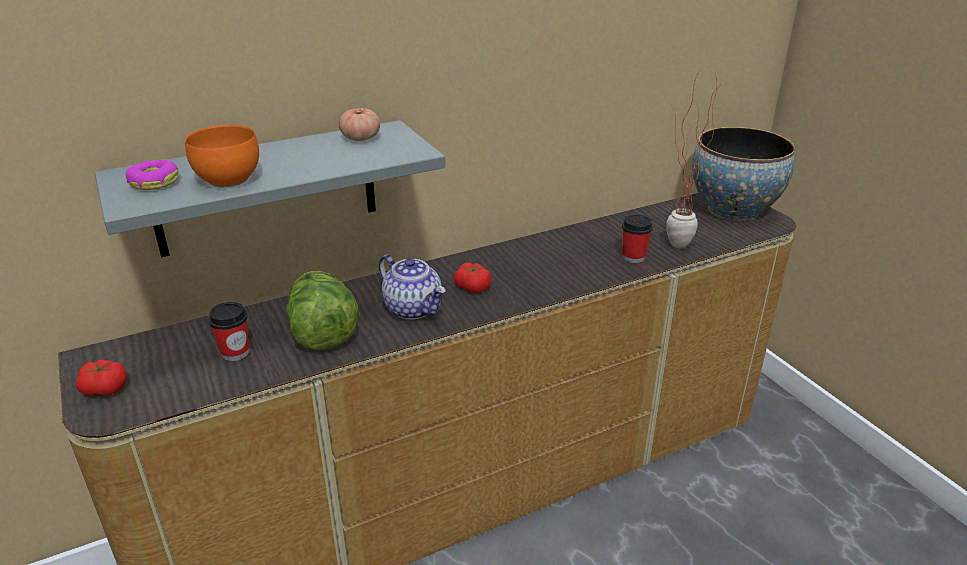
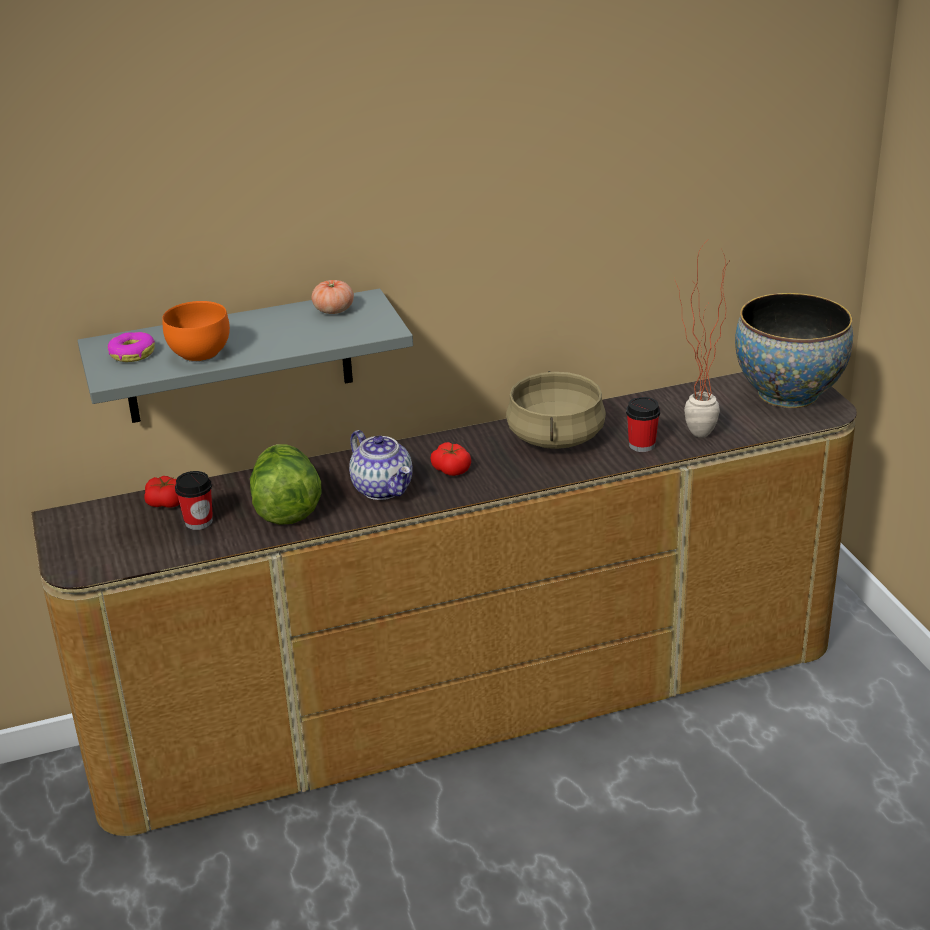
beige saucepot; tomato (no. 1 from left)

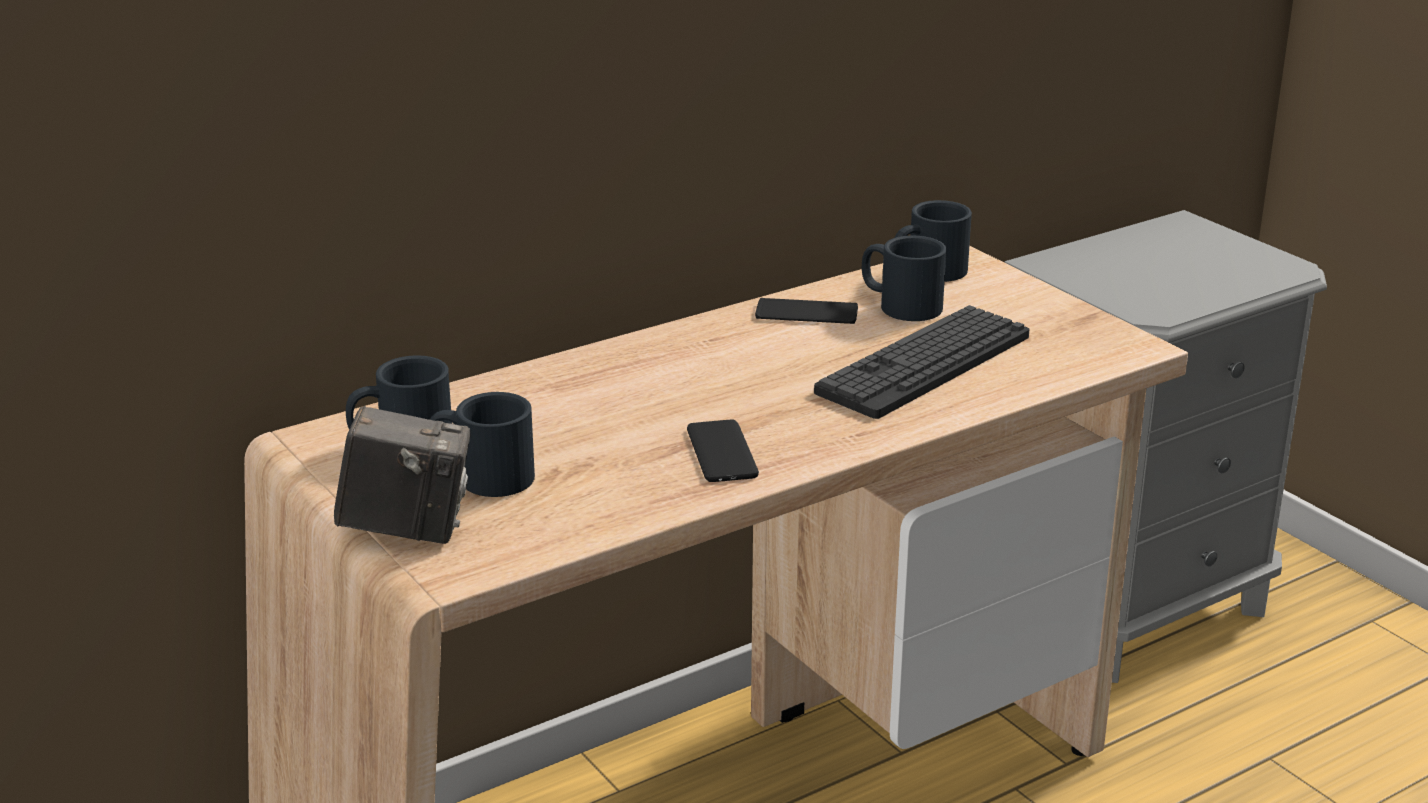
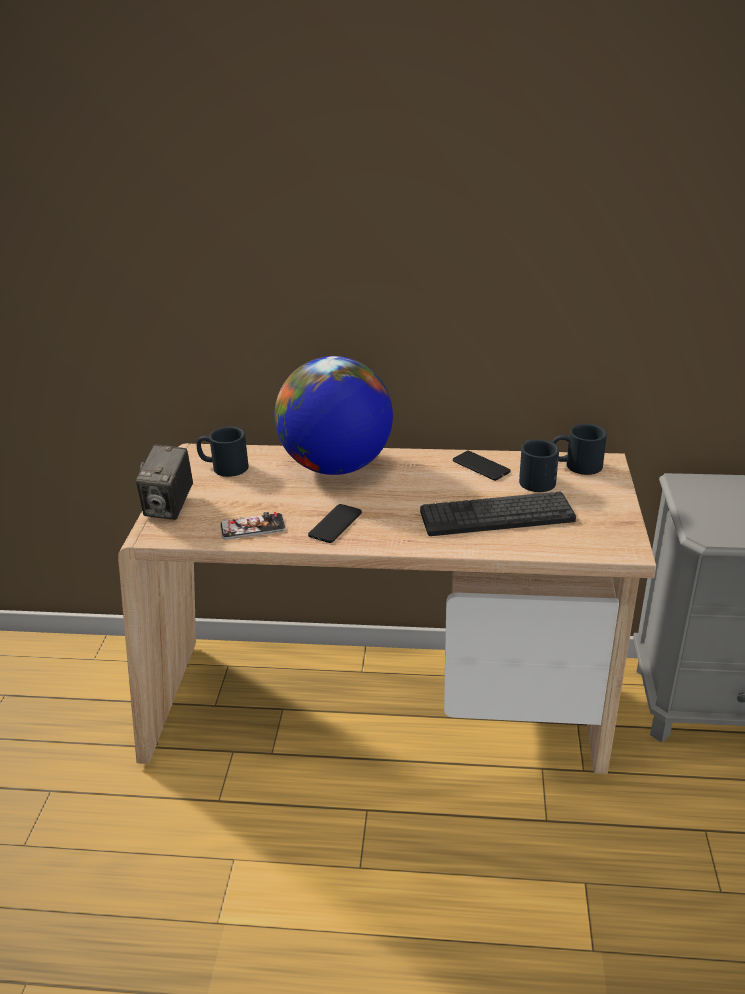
black mug (no. 2 from left in the first image); telephone (no. 1 from left); desk globe; photo camera

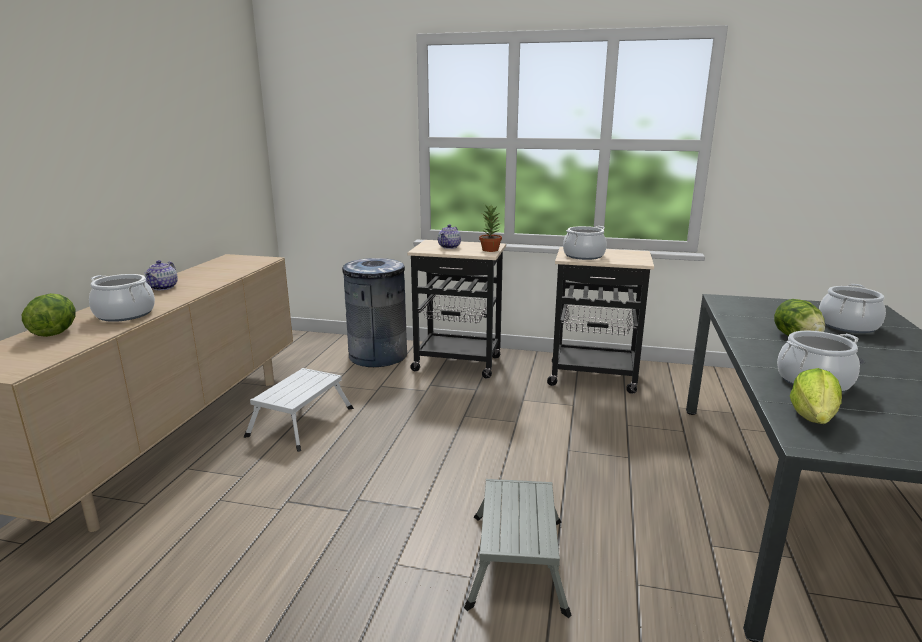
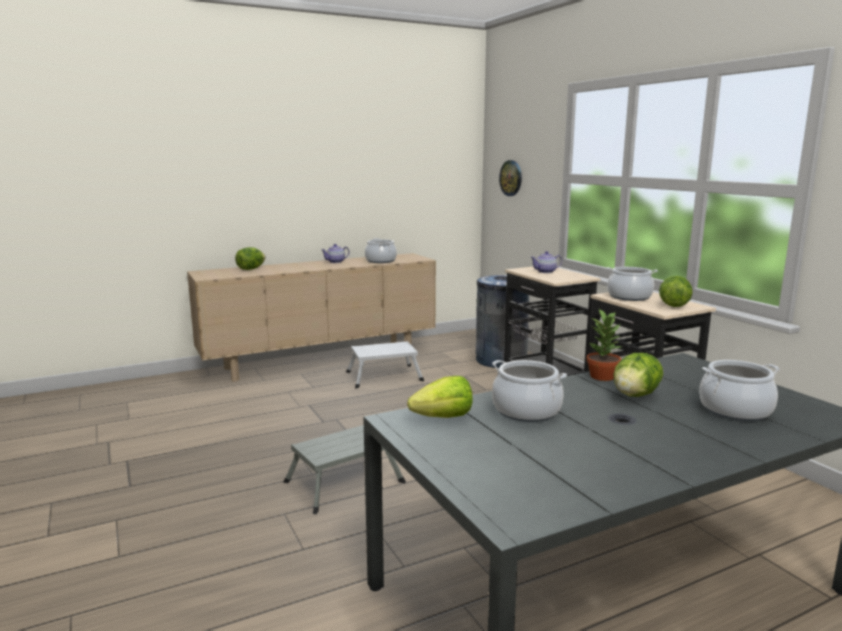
hanging clock; head of lettuce (no. 4 from left); saucepot (no. 1 from left); houseplant

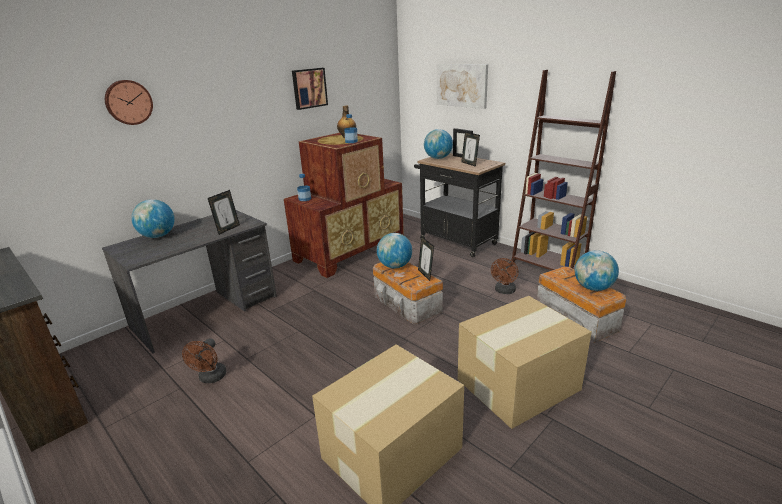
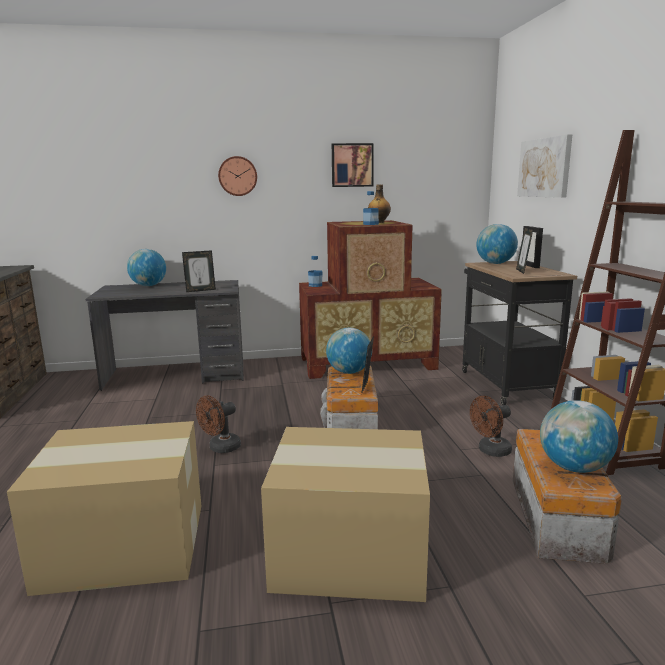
hanging clock; brownish electric fan (no. 1 from left)

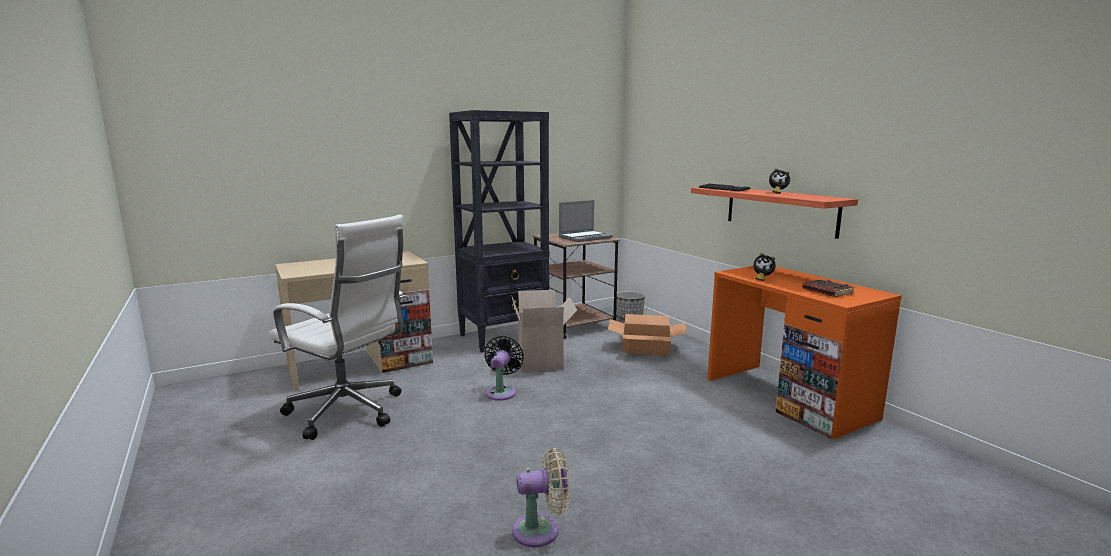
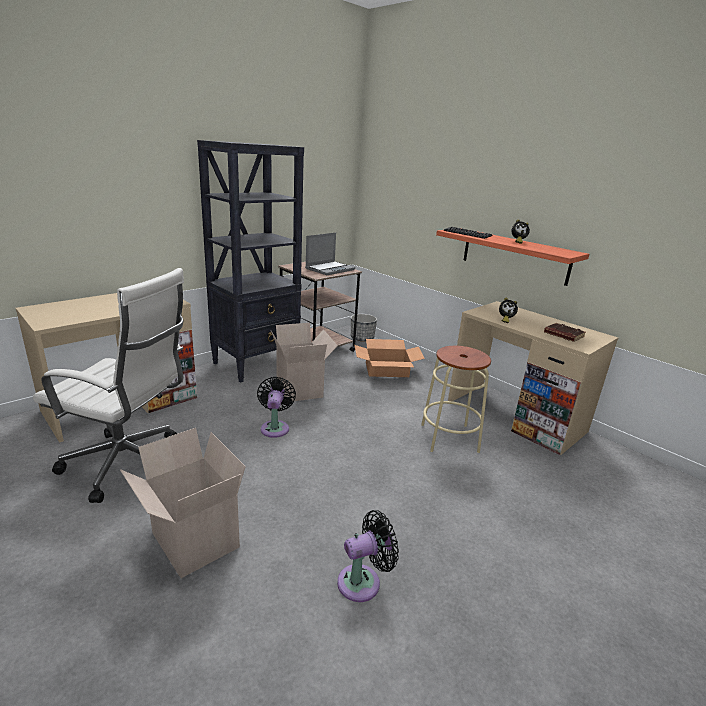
carton (no. 1 from left); beige sitting stool; black electric fan (no. 2 from left); beige desk table (no. 2 from left)

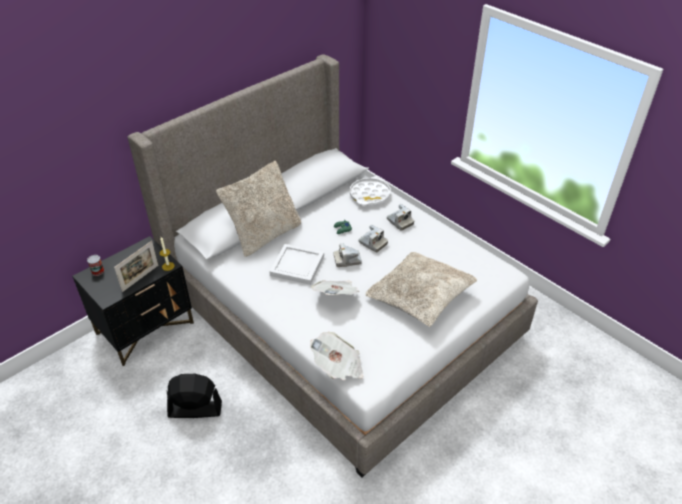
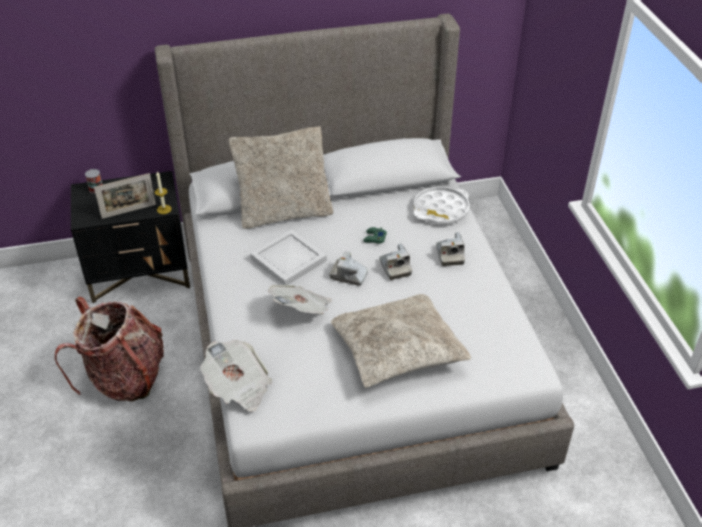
backpack

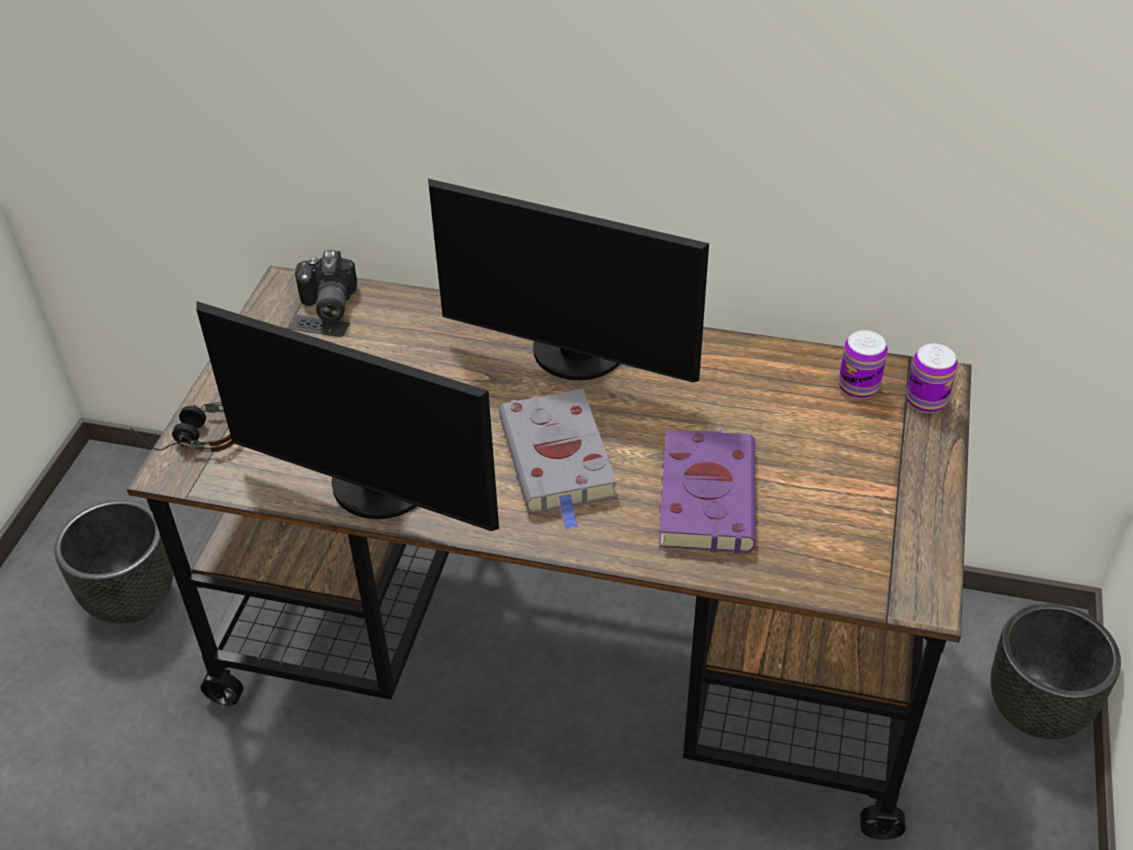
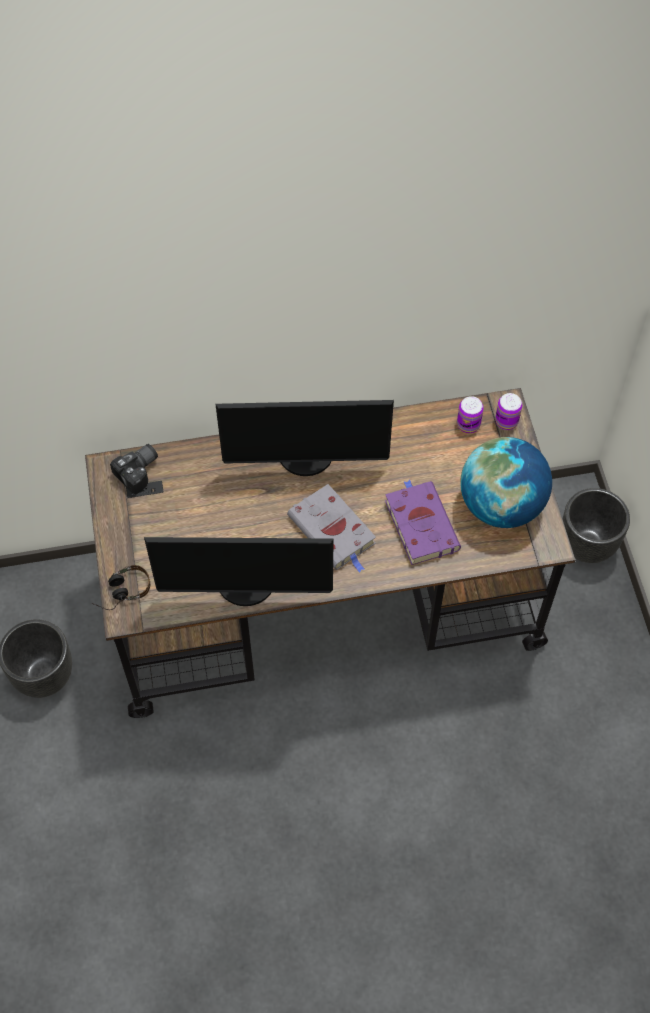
desk globe; photo camera

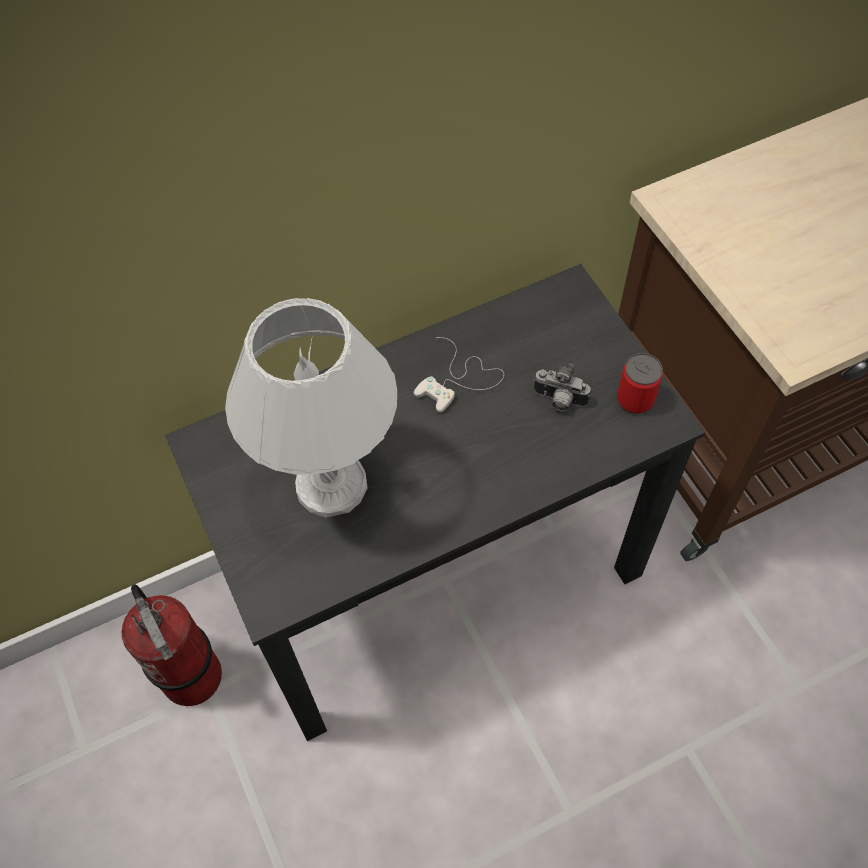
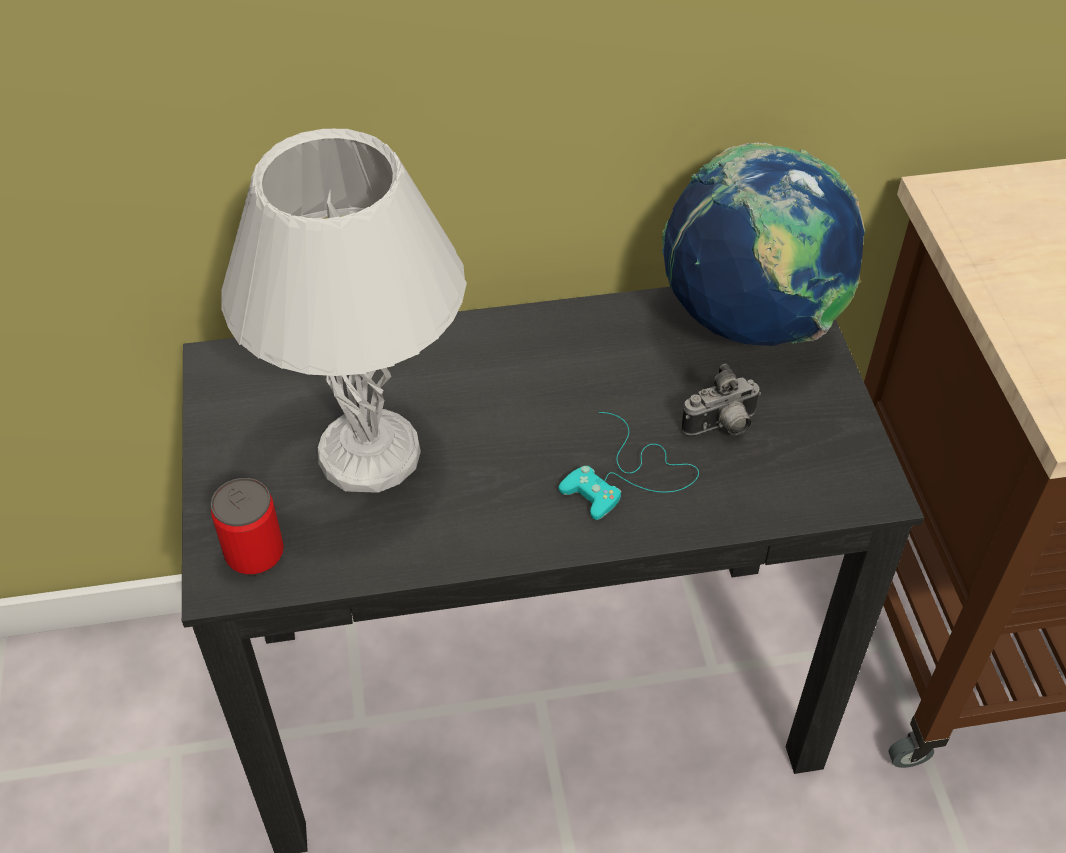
fire-fighting cylinder; white-coloured game controller; turquoise game controller; desk globe; metal can; photo camera

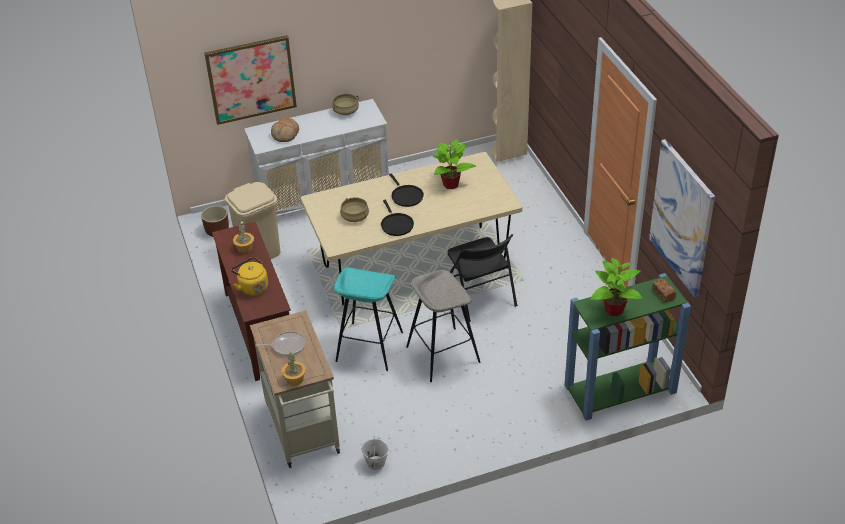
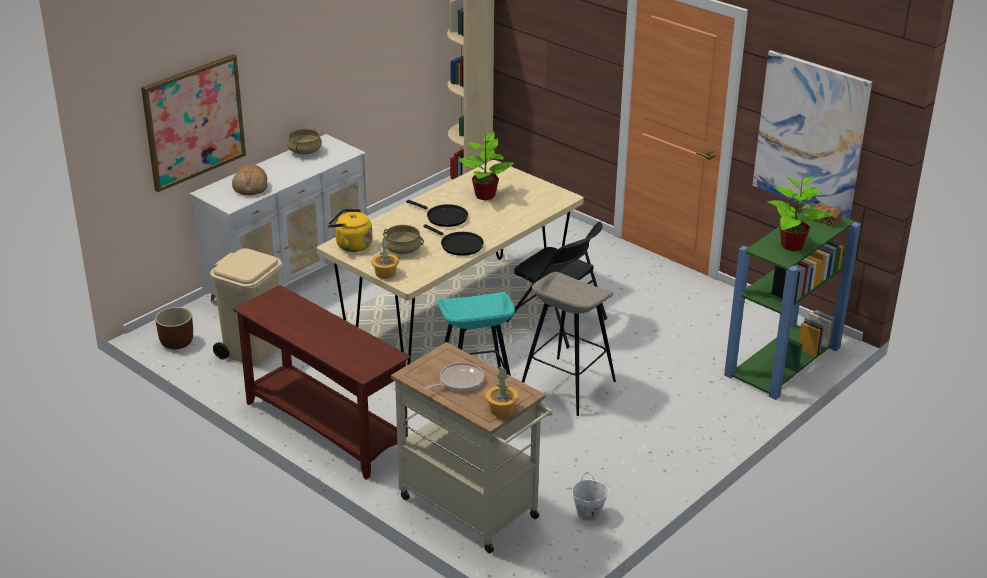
yellow kettle; houseplant (no. 1 from left)

